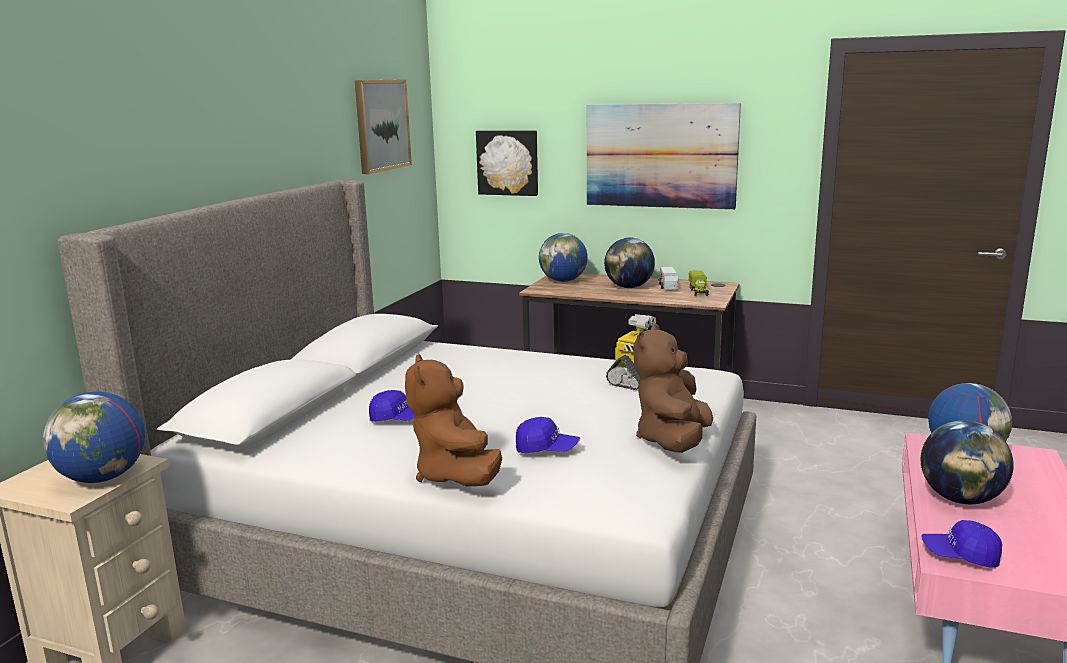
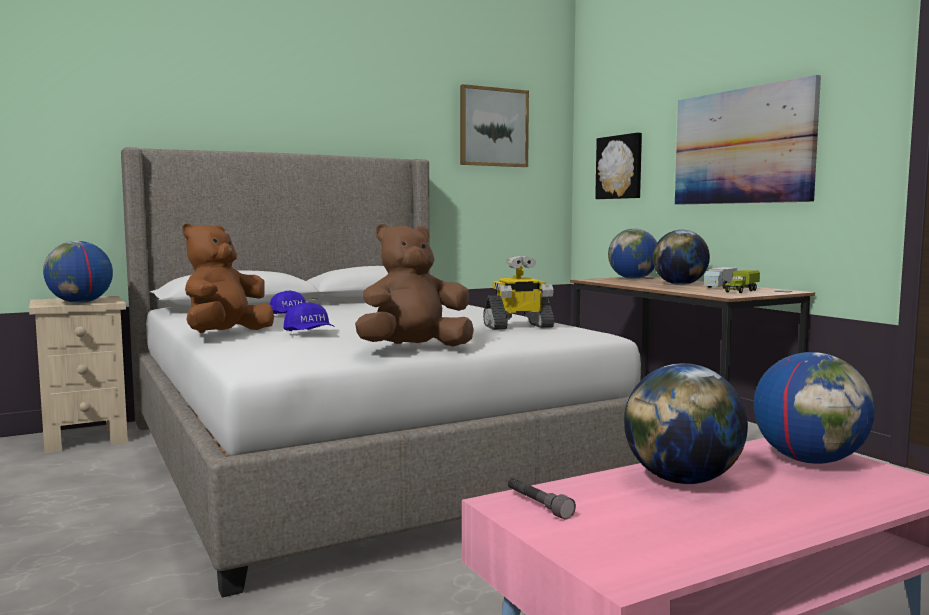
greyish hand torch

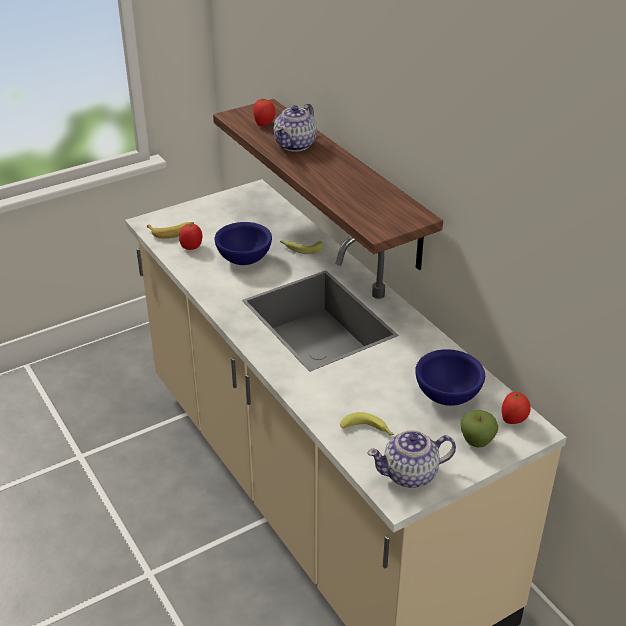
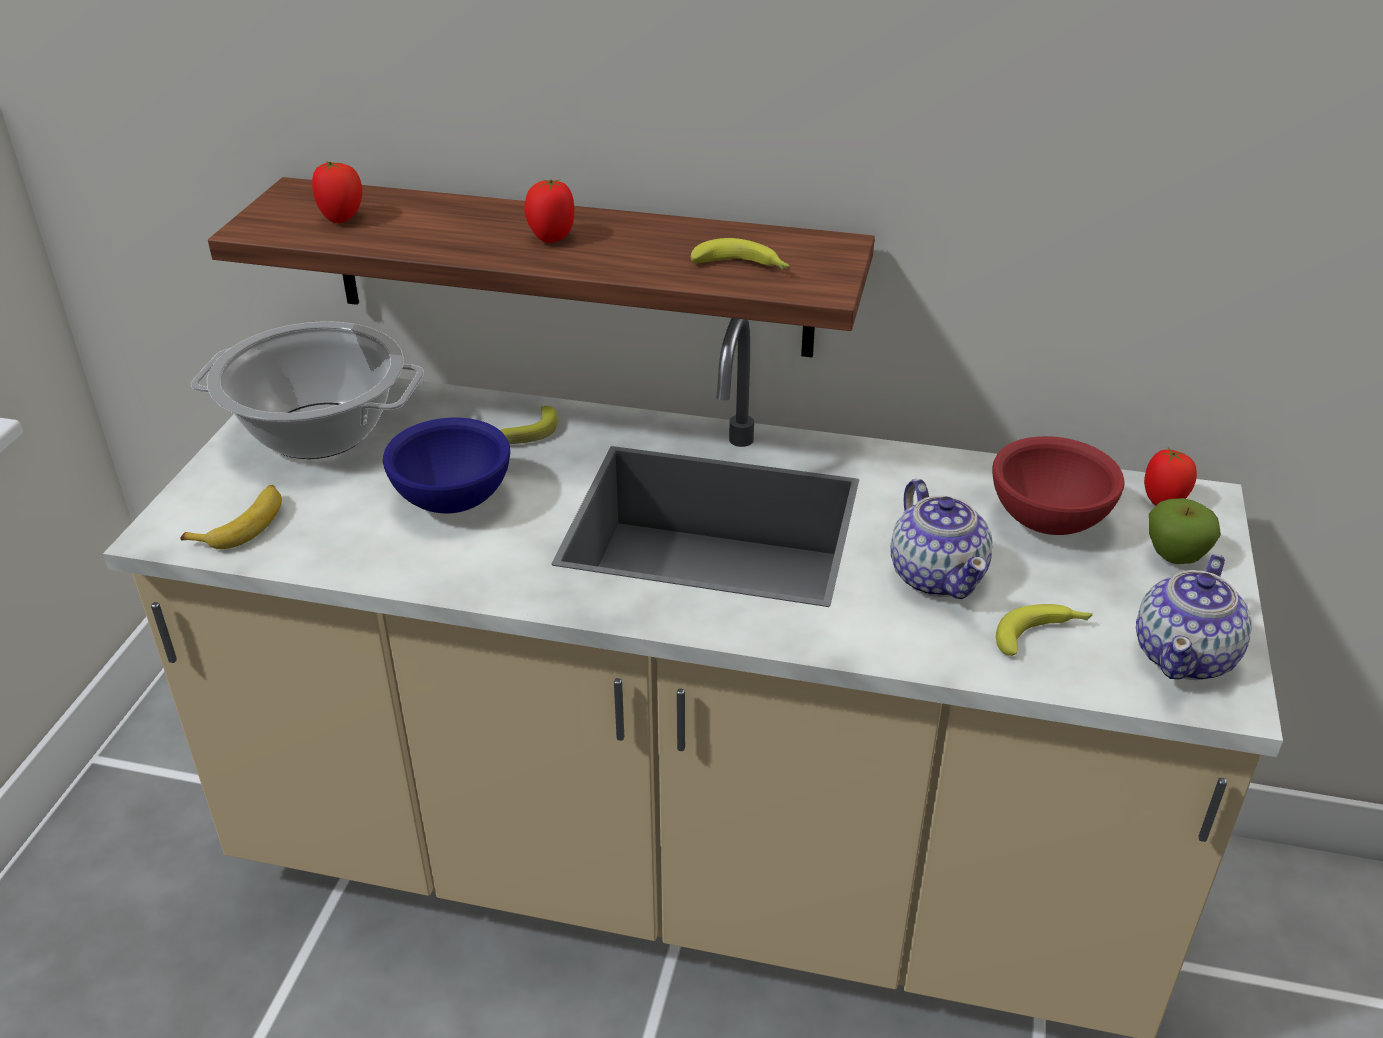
saucepot; banana fruit (no. 3 from left); tomato (no. 2 from left); tea pot (no. 1 from left); red-coloured bowl

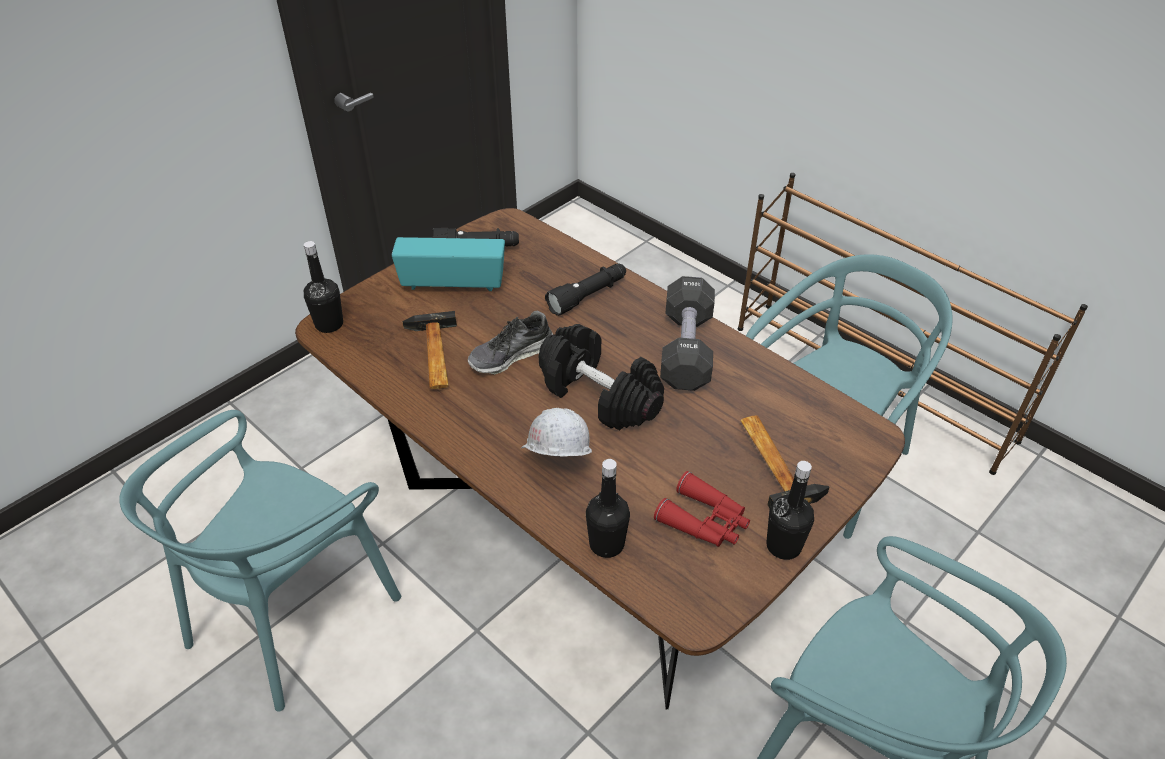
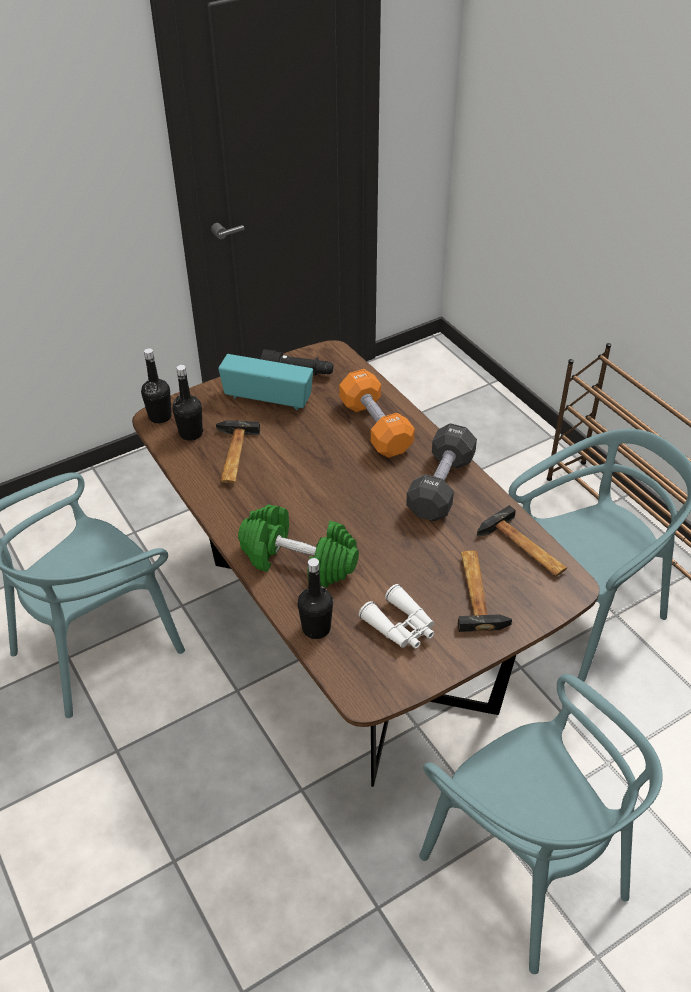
shoe; black free weight (no. 1 from left in the first image); tool hammer (no. 3 from left); black drink bottle (no. 2 from left); green free weight; orange free weight; white-coloured binoculars

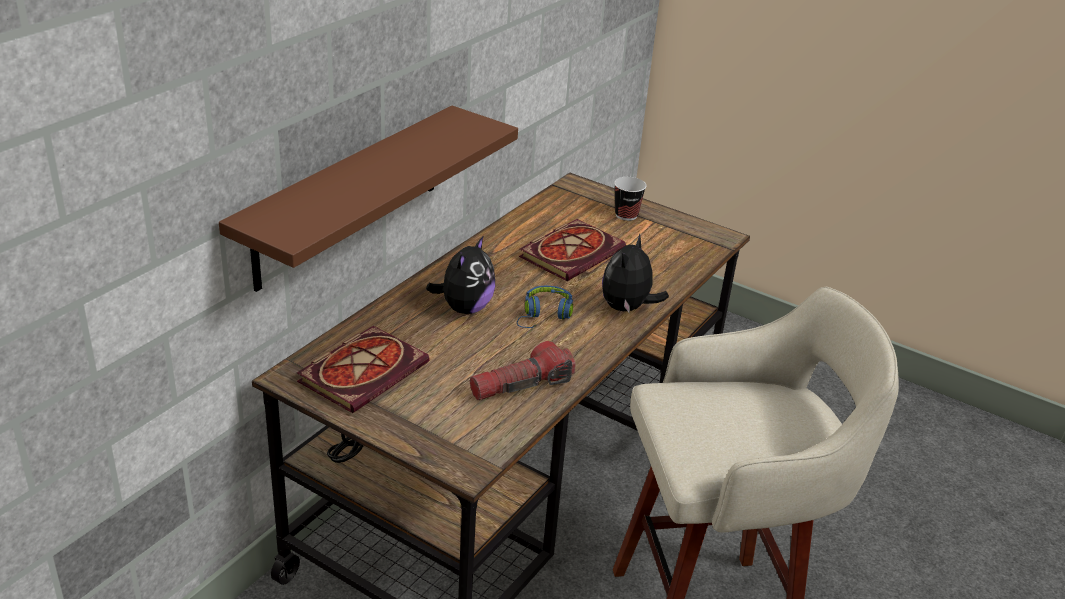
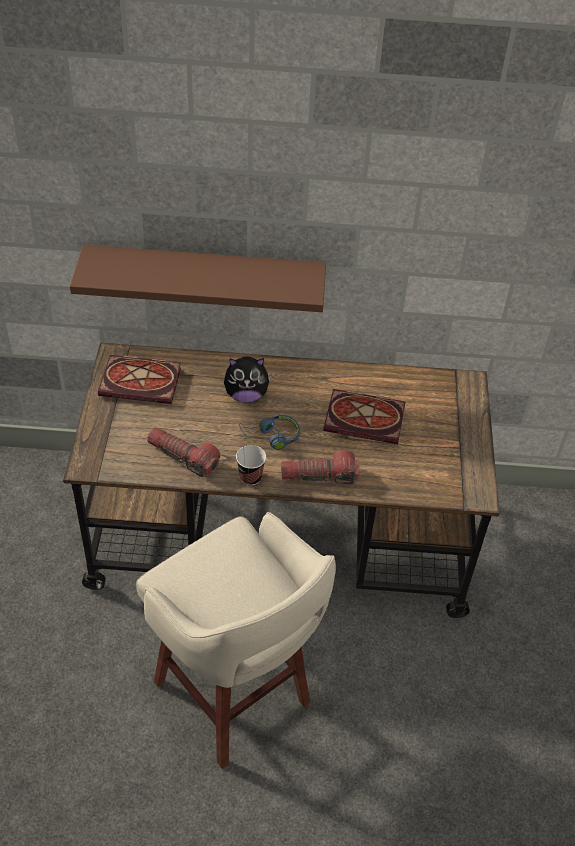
cup; hand torch (no. 2 from left)

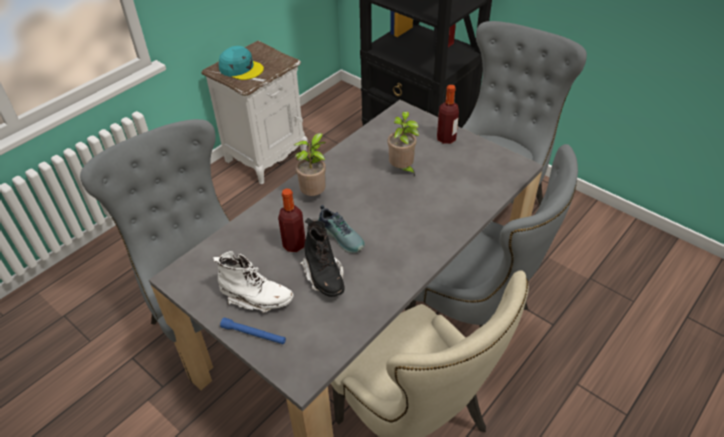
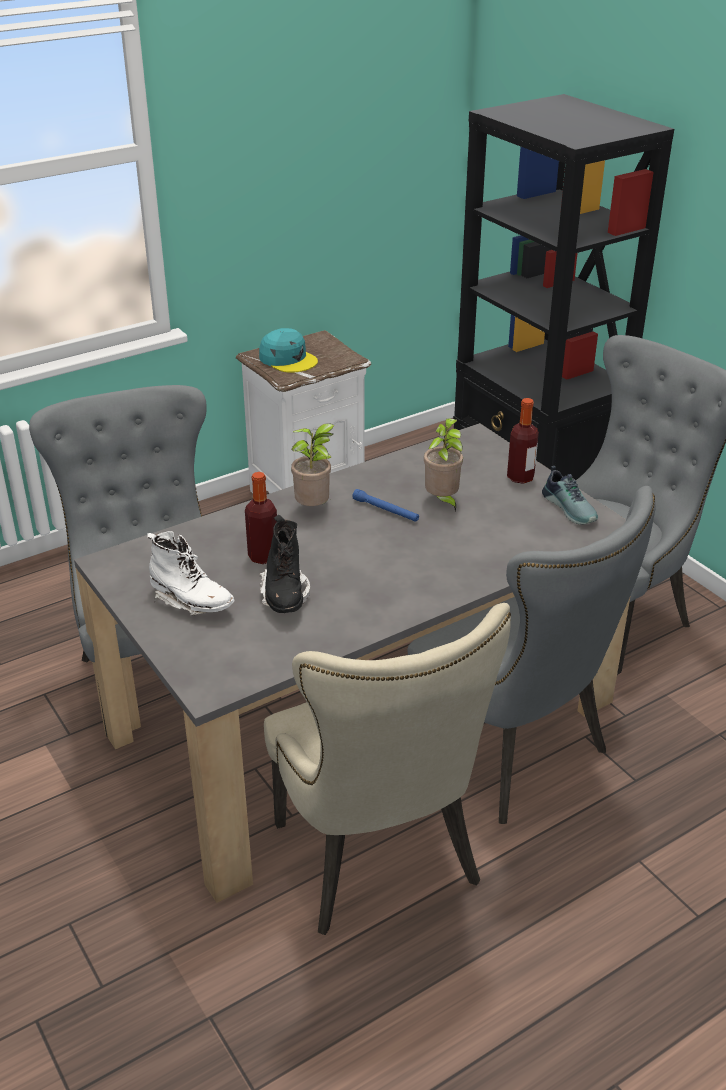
bluish hand torch; shoe

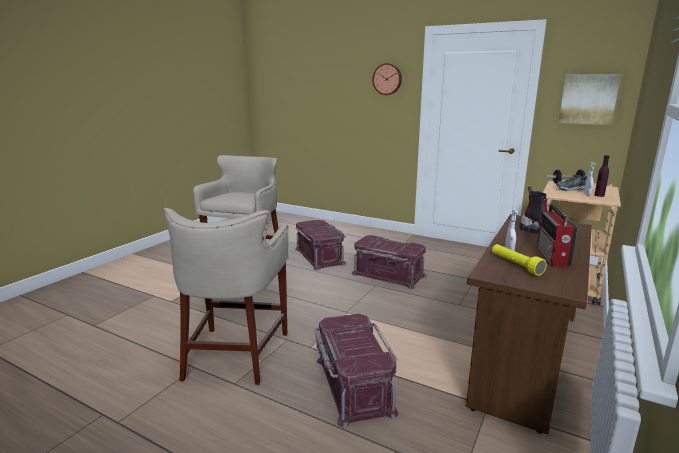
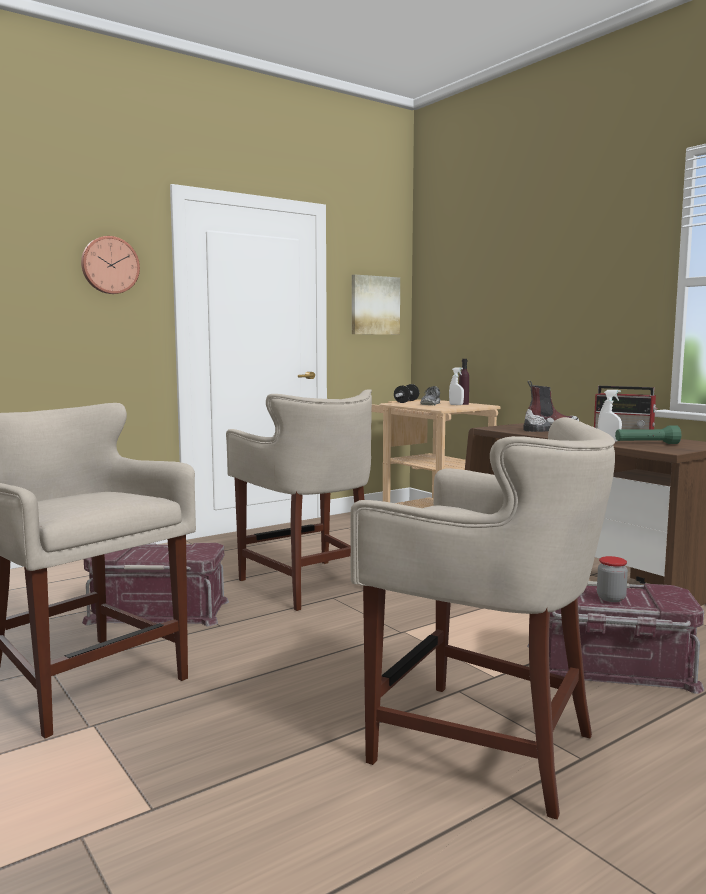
storage jar; beige sitting stool (no. 2 from left); green hand torch

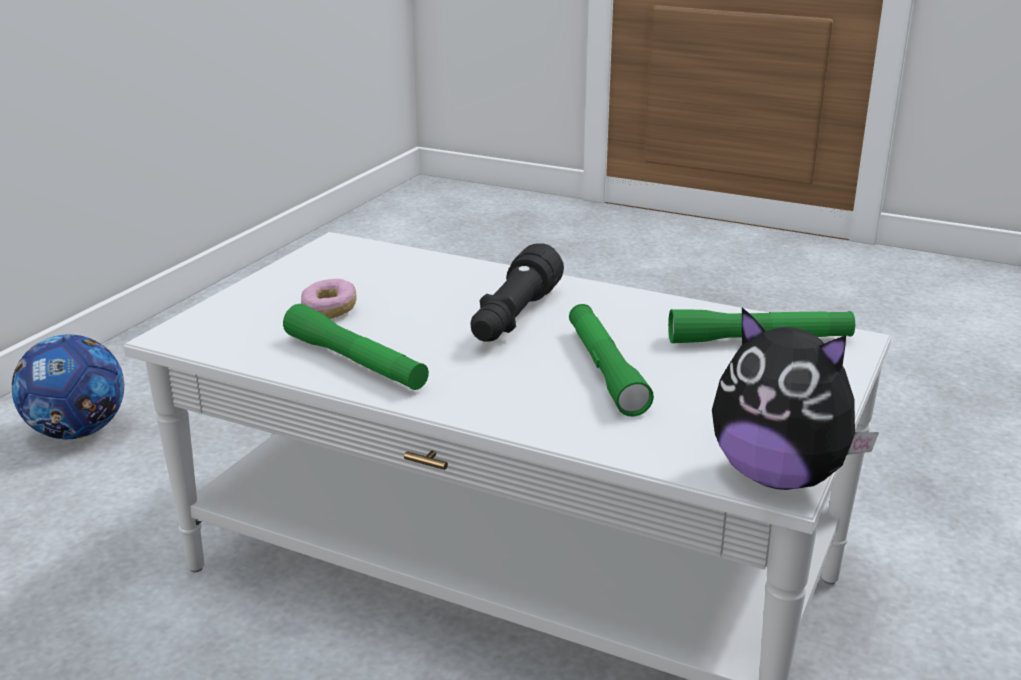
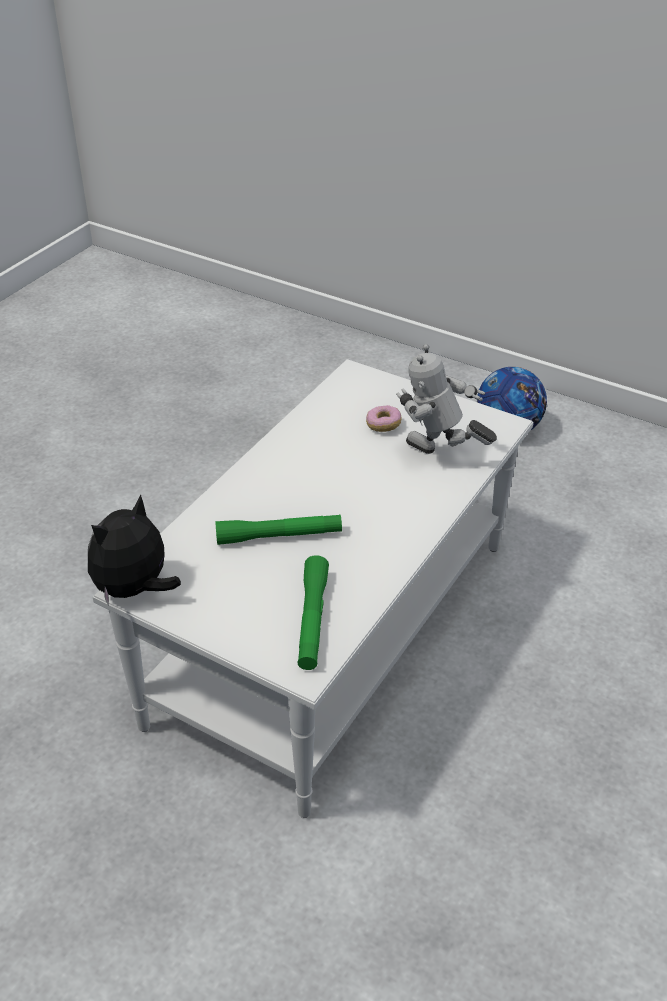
green hand torch (no. 1 from left in the first image); black hand torch; model robot

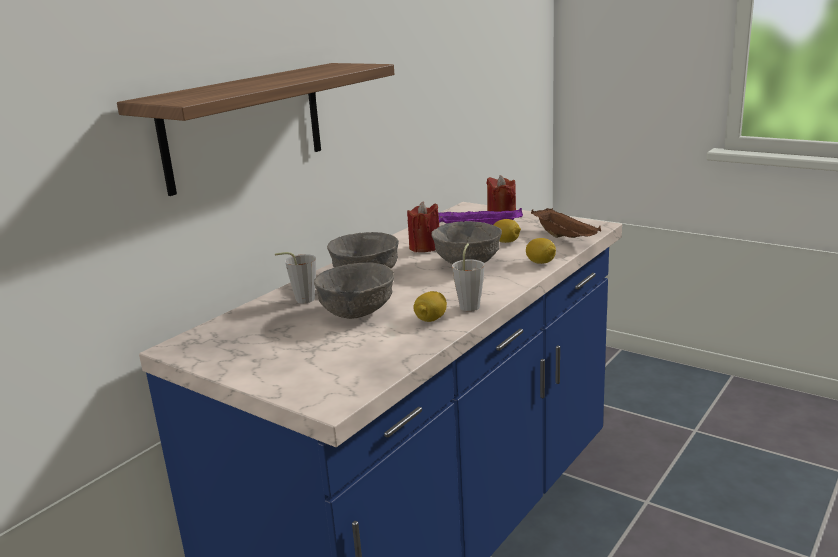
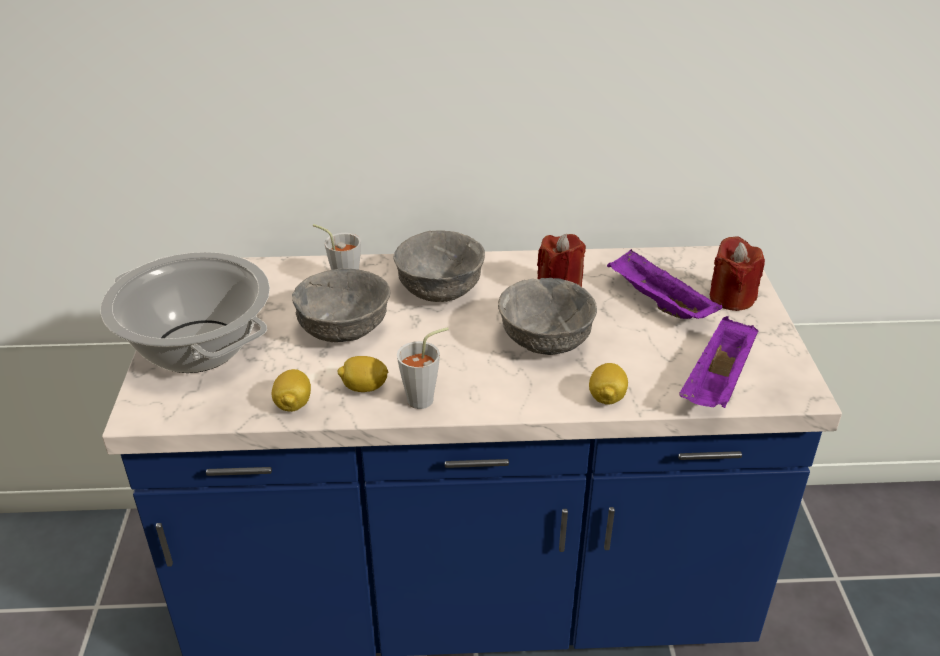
shelf; saucepot; citrus fruit (no. 1 from left); purplish serving tray (no. 2 from left)

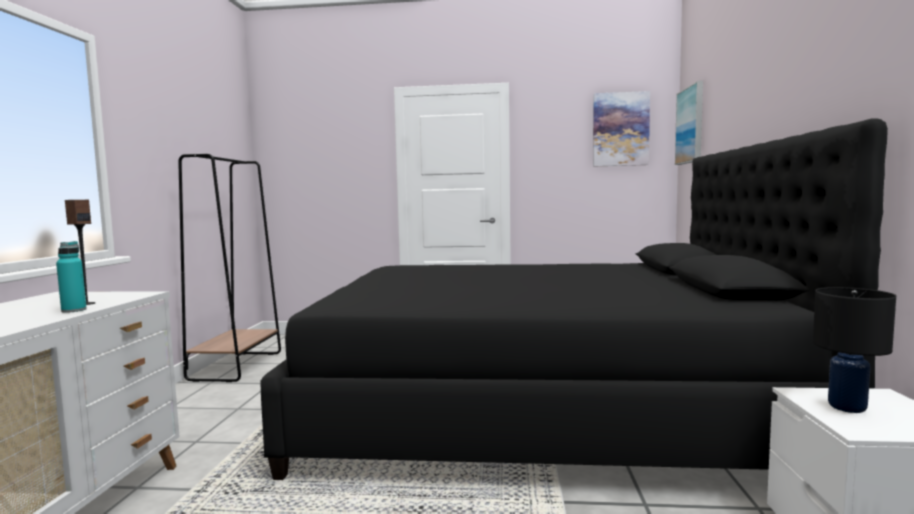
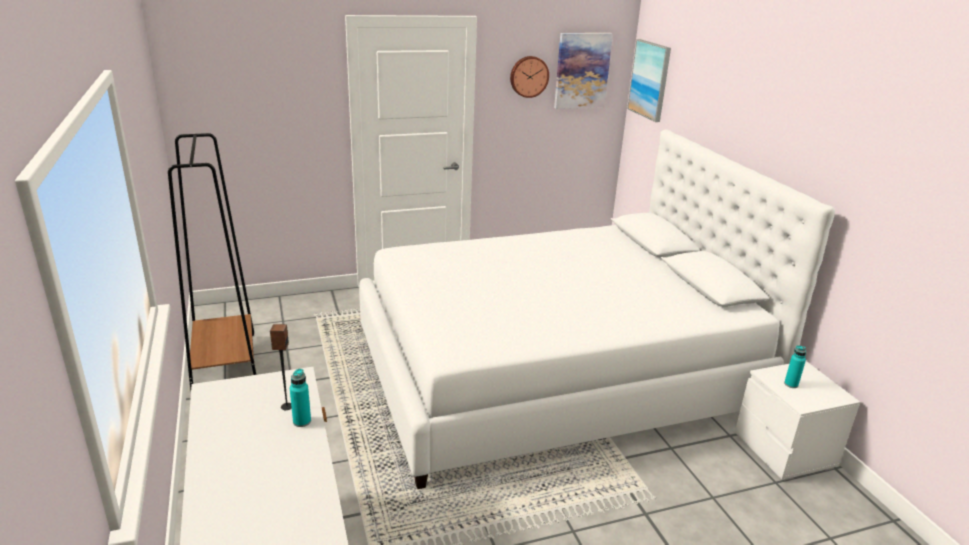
hanging clock; turquoise drink bottle (no. 2 from left); white-coloured bed

